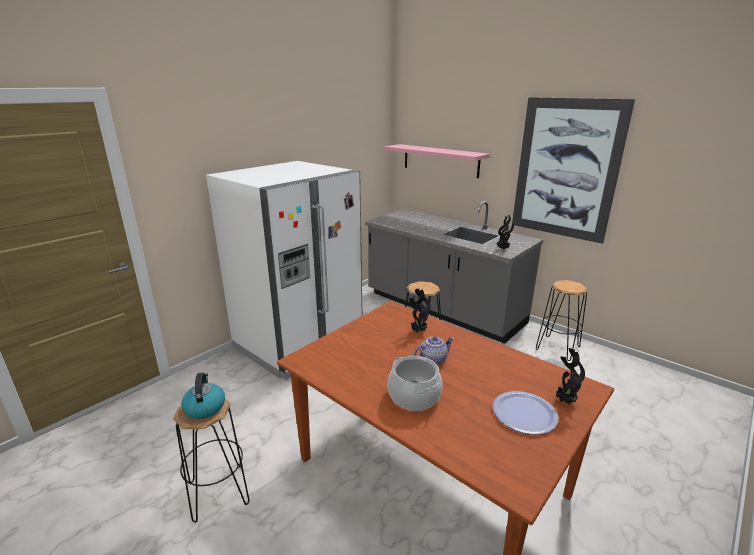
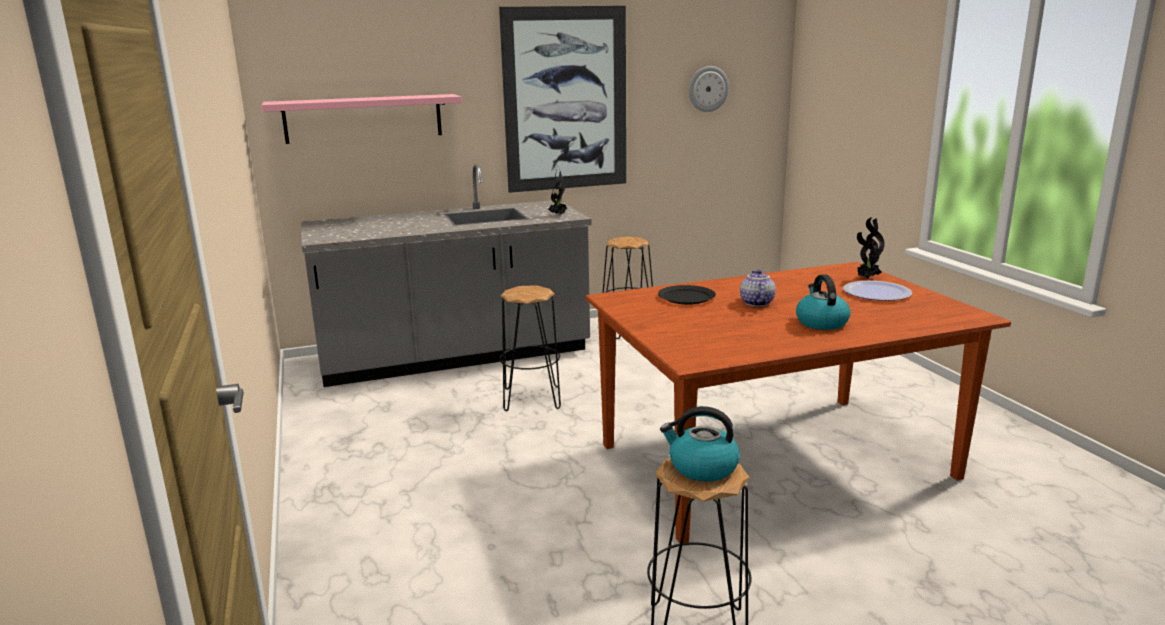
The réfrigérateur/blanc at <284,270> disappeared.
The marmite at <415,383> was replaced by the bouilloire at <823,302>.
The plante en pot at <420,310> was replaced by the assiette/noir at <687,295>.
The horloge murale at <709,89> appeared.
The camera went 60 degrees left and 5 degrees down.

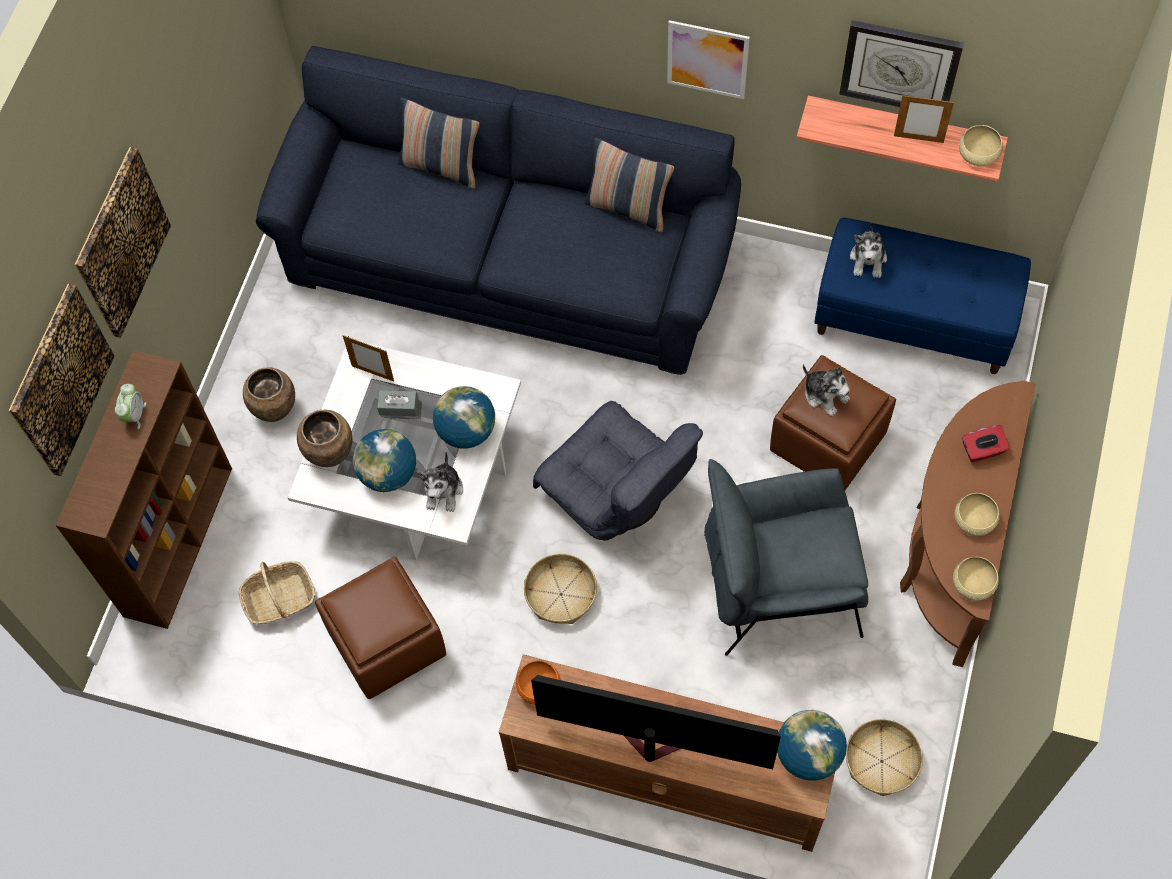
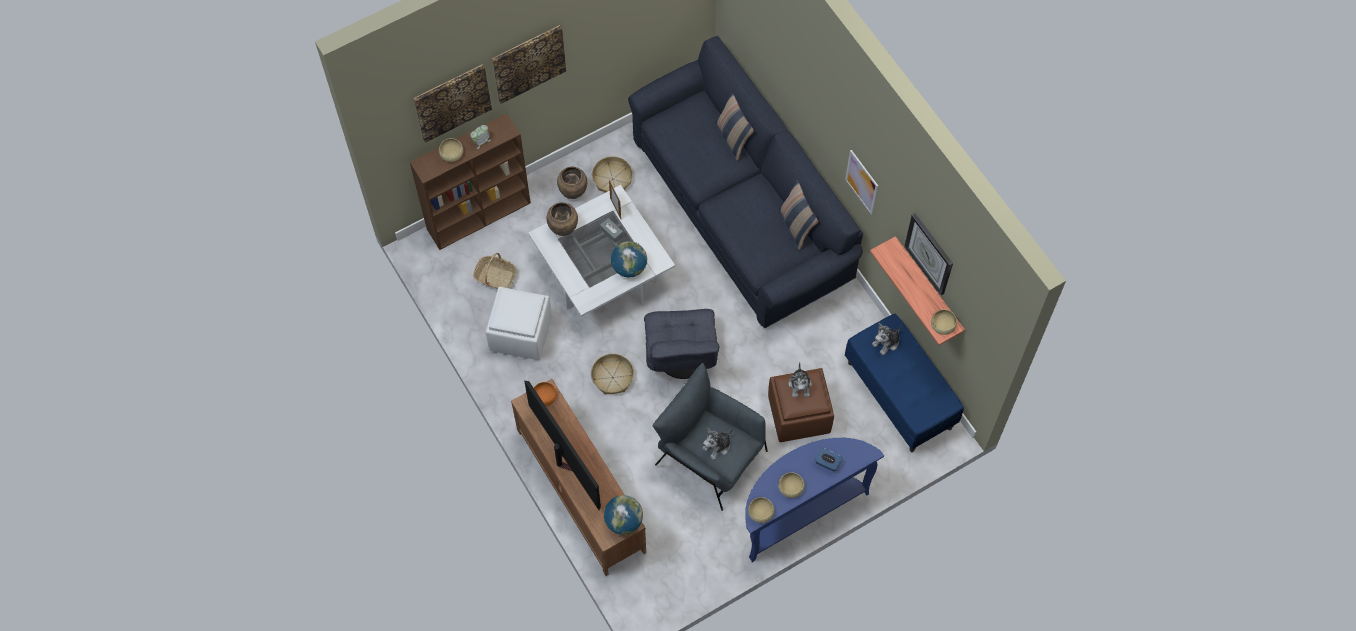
The pouf/marron at <380,628> became the pouf/blanc at <519,323>.
The globe at <384,460> disappeared.
The peluche moved from <440,482> to <717,444>.
The panier moved from <884,757> to <612,174>.
The cadre photo at <924,119> disappeared.
The table console/marron at <967,524> became the table console/bleu at <814,500>.
The boîte à mouchoirs/rouge at <985,443> became the boîte à mouchoirs/bleu at <828,459>.
The bol/beige at <451,150> appeared.
The camera went 40 degrees right and 0 degrees up.

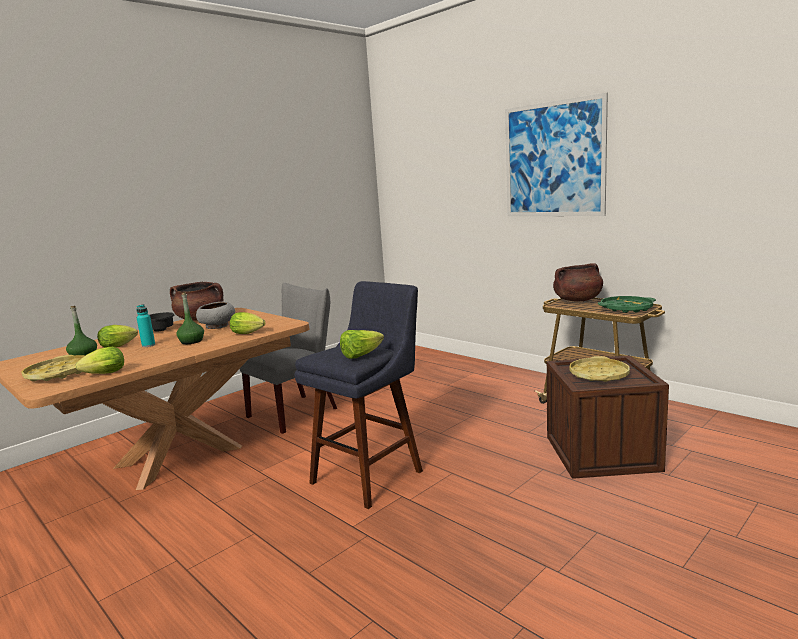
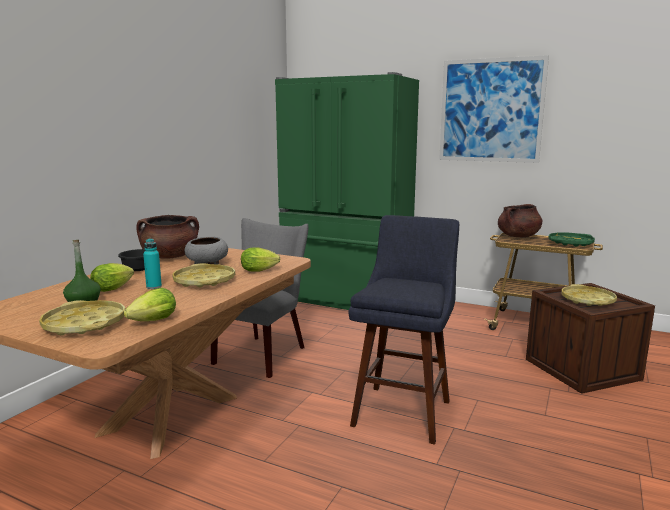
The bouteille/vert at <190,318> was replaced by the plateau/jaune at <203,275>.
The laitue at <362,344> disappeared.
The réfrigérateur/vert at <347,191> appeared.
The camera went 20 degrees left and 0 degrees up.

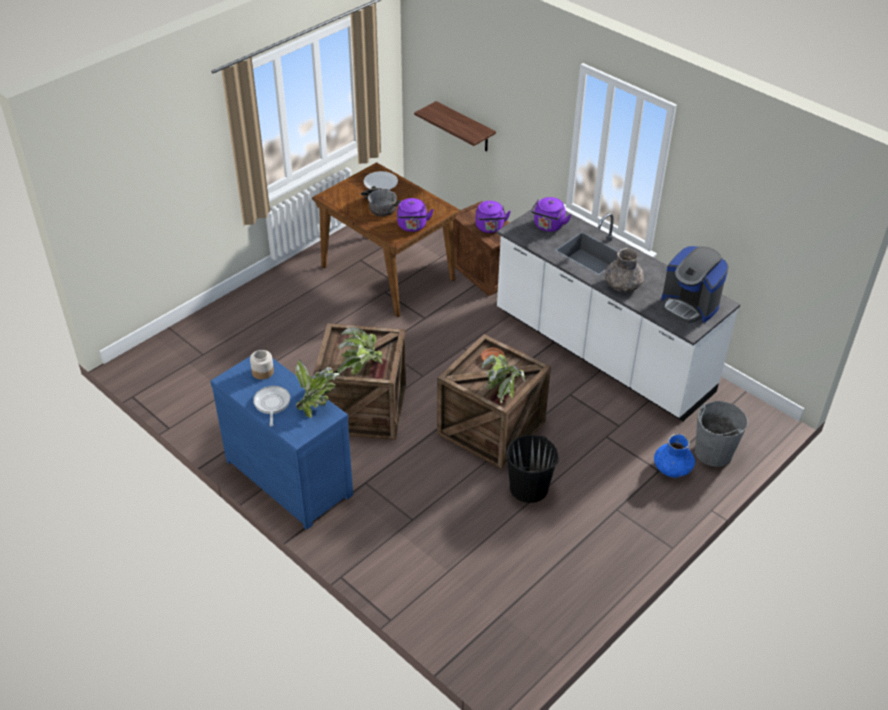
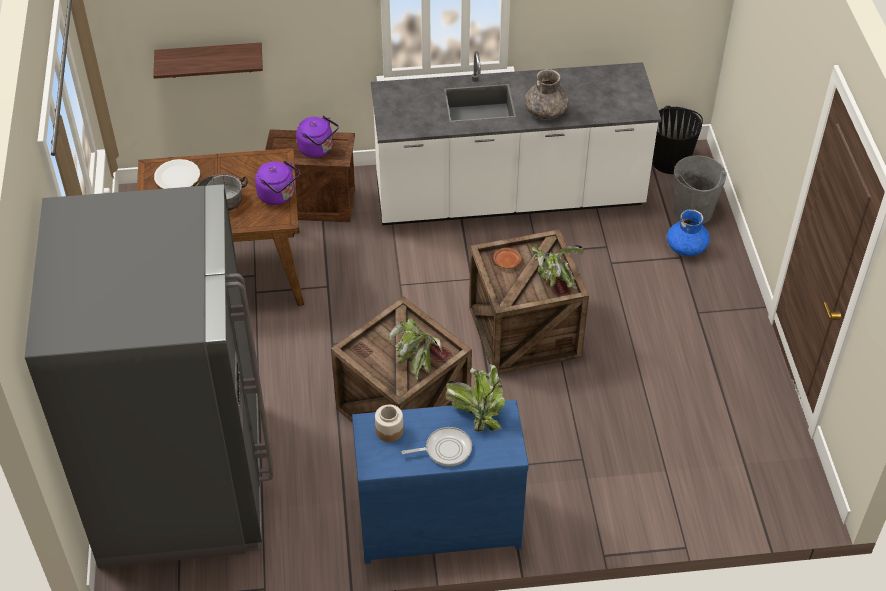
The poêle at <271,406> turned 135 degrees clockwise.
The seau/noir moved from <532,469> to <677,140>.
The bouilloire/violet at <551,214> disappeared.
The machine à café at <695,284> disappeared.
The réfrigérateur/gris at <149,376> appeared.
The camera went 50 degrees left and 5 degrees up.

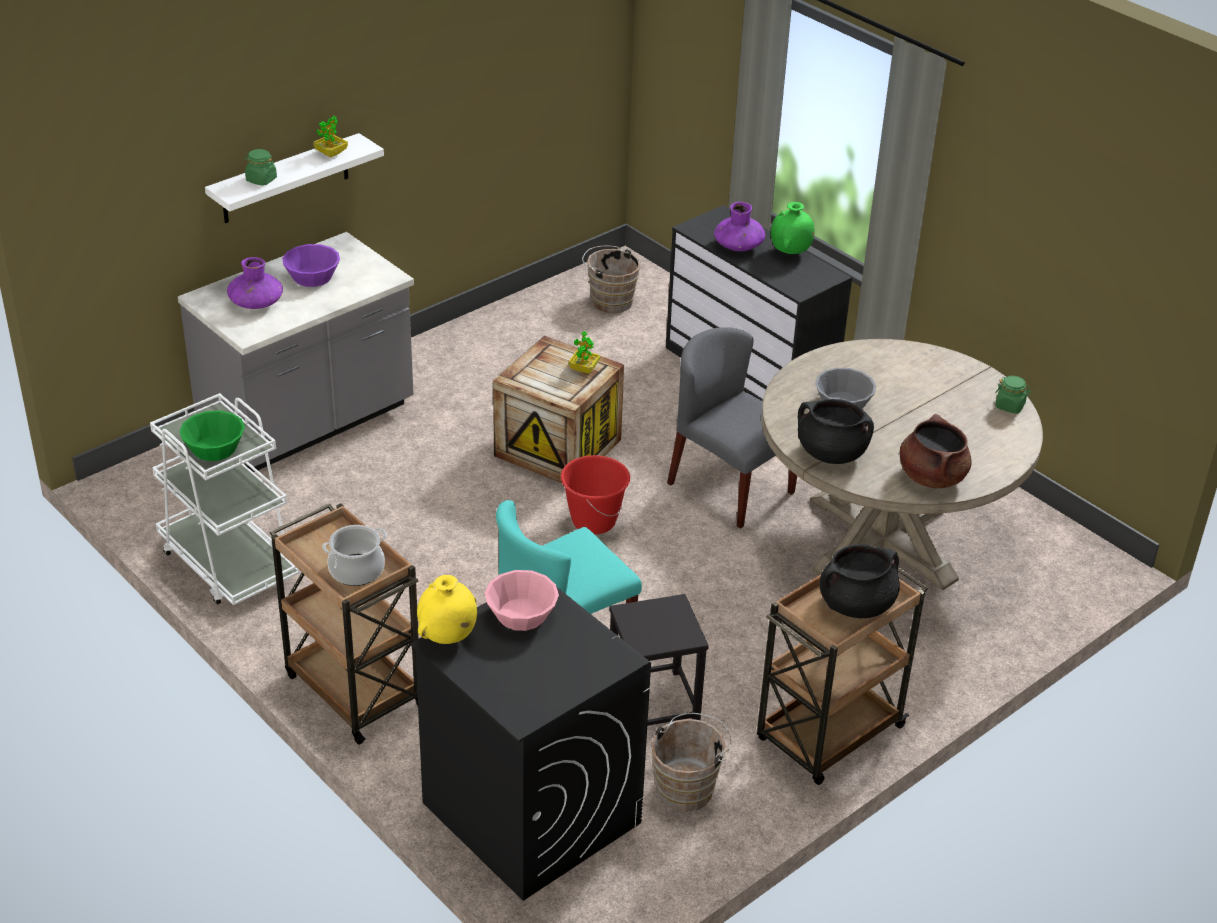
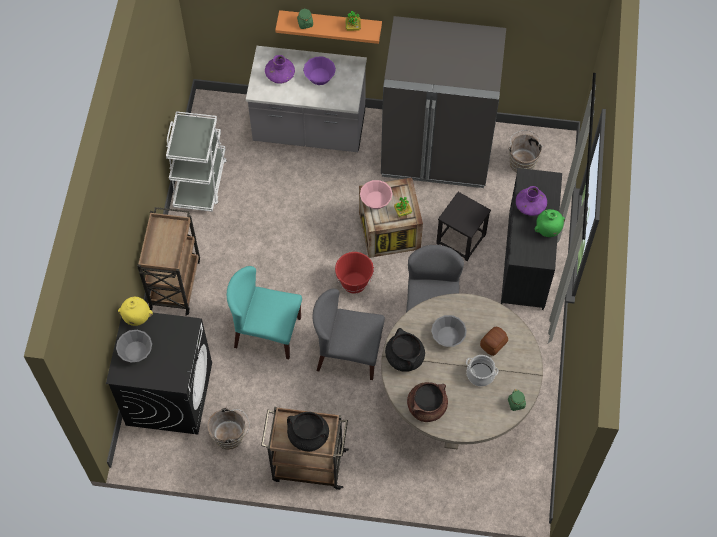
The bol/vert at <212,435> disappeared.
The étagère/blanc at <294,178> became the étagère/orange at <328,27>.
The marmite moved from <354,555> to <482,370>.
The bol/rose moved from <522,600> to <376,194>.
The tabouret/noir moved from <659,660> to <463,226>.
The bol/gris at <134,346> appeared.
The chaise/gris at <349,334> appeared.
The réfrigérateur/gris at <443,102> appeared.
The pain at <494,341> appeared.
The camera went 50 degrees right and 25 degrees up.

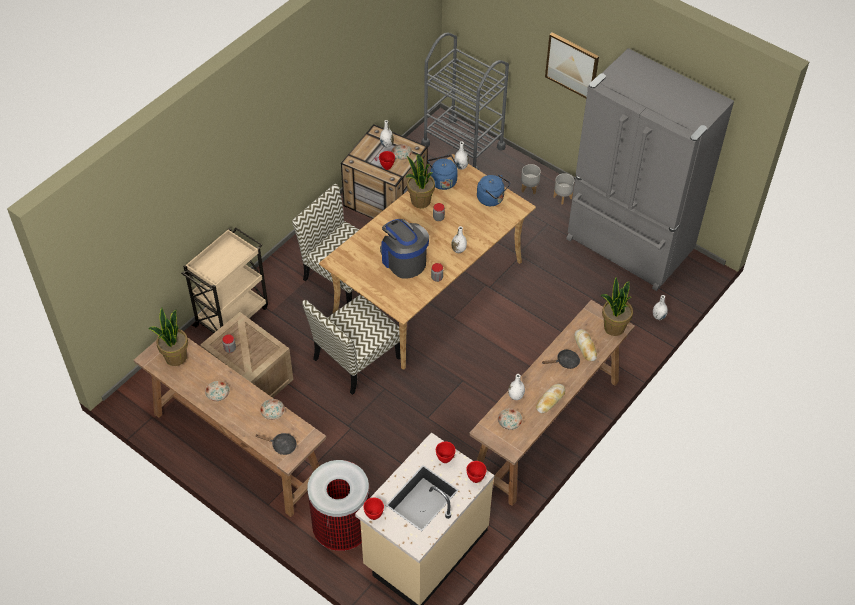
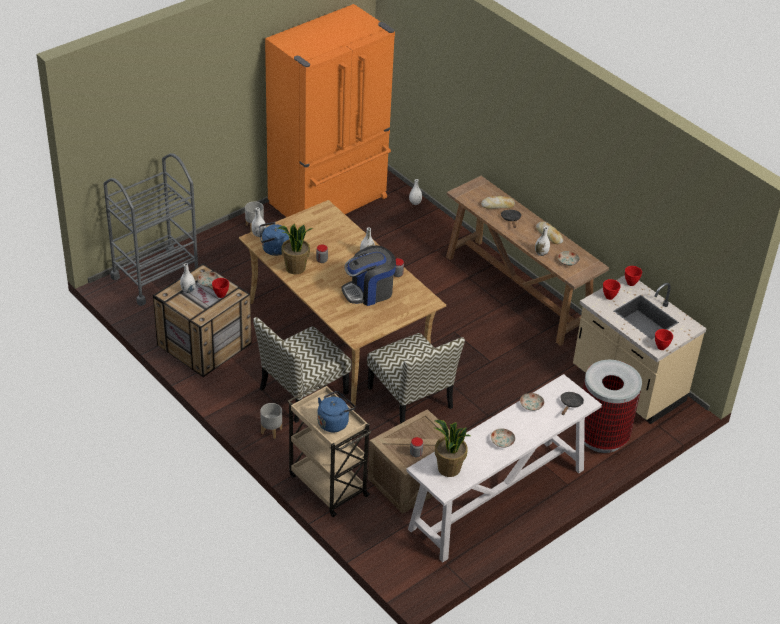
The table console/marron at <230,427> became the table console/blanc at <504,468>.
The bouilloire/bleu moved from <493,190> to <336,411>.
The cache-pot/gris moved from <531,179> to <271,421>.
The tableau at <572,65> disappeared.
The réfrigérateur/gris at <650,169> became the réfrigérateur/orange at <330,110>.
The plante en pot at <616,306> disappeared.
The camera went 80 degrees left and 10 degrees down.

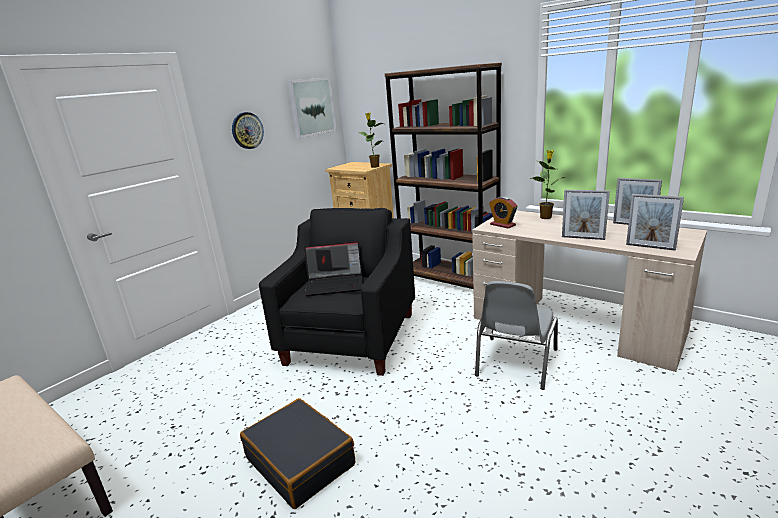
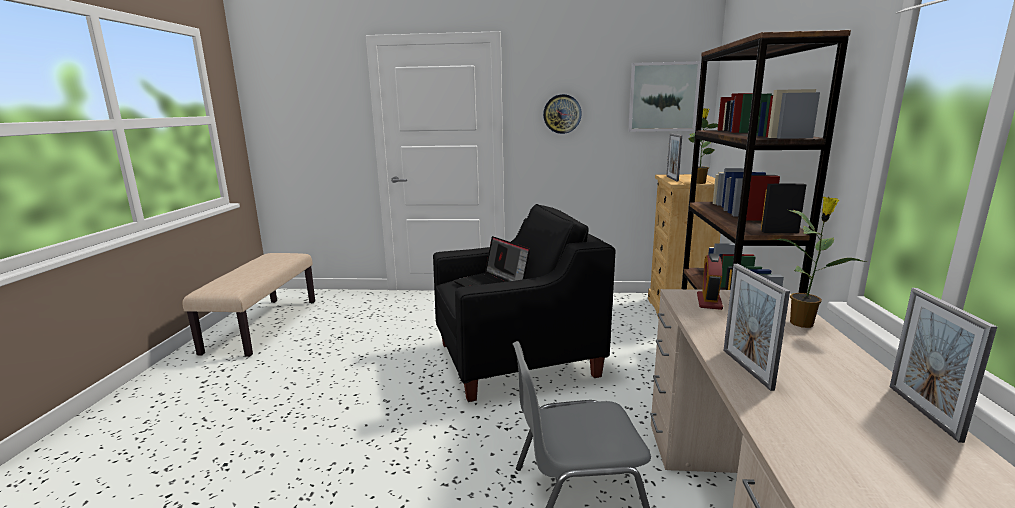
The valise/noir at <297,453> disappeared.
The cadre photo moved from <655,222> to <674,157>.
The camera went 55 degrees right and 5 degrees down.

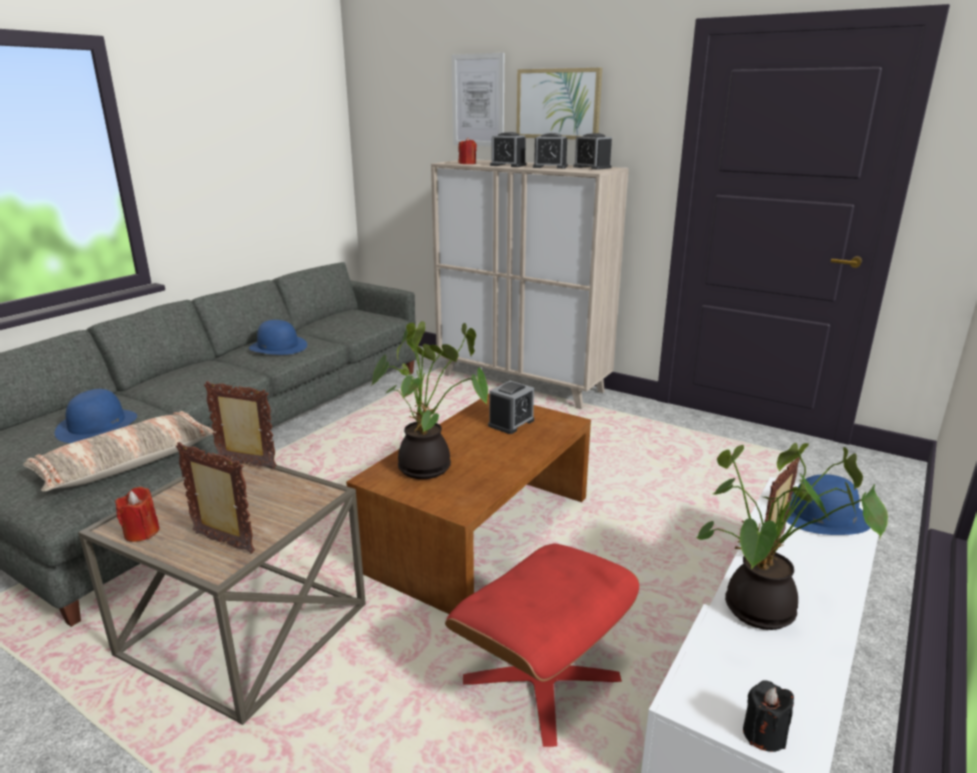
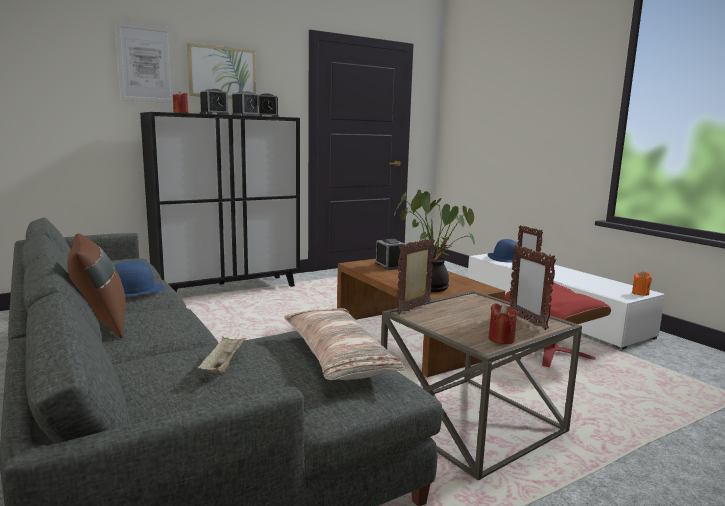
The chapeau/bleu at <96,416> was replaced by the plateau/beige at <222,354>.
The cadre photo at <215,498> turned 75 degrees counterclockwise.
The meuble de rangement/beige at <530,284> became the meuble de rangement/noir at <220,202>.
The plante en pot at <792,536> disappeared.
The bougie/noir at <768,716> became the bougie/orange at <642,284>.
The coussin/marron at <96,285> appeared.
The camera went 65 degrees left and 10 degrees down.

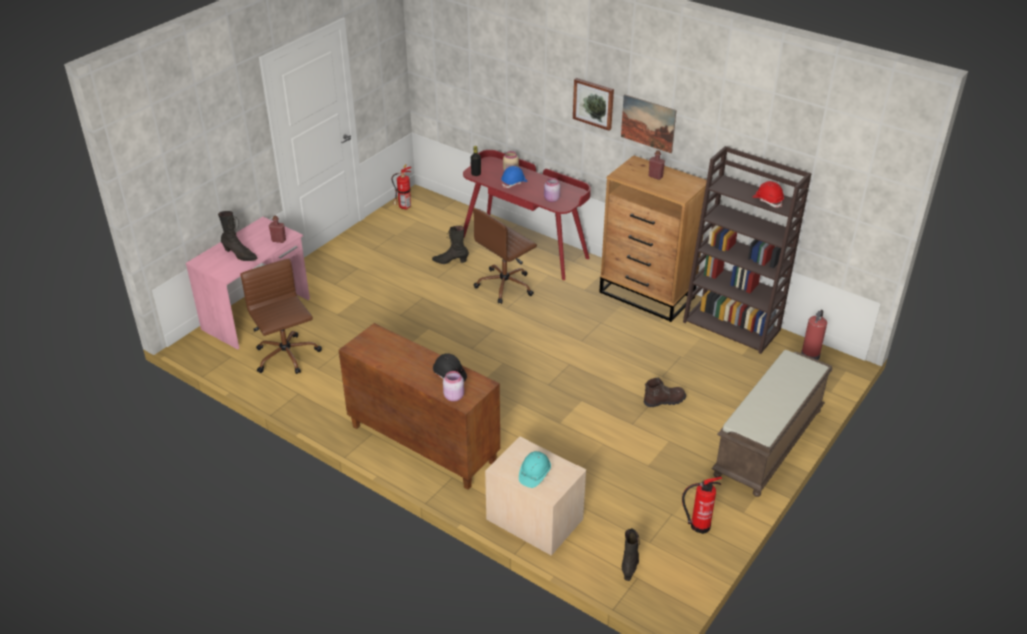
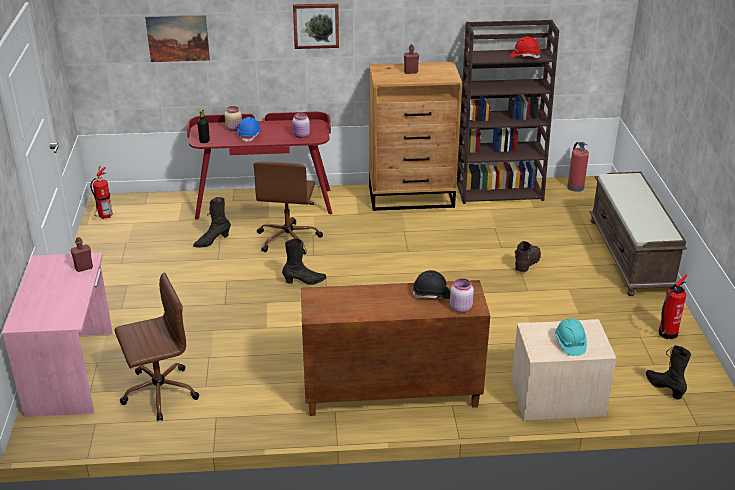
The botte/noir moved from <237,236> to <304,261>.
The chaise de bureau/marron at <281,316> turned 135 degrees clockwise.
The tableau moved from <648,123> to <177,38>.
The camera went 40 degrees left and 5 degrees down.

